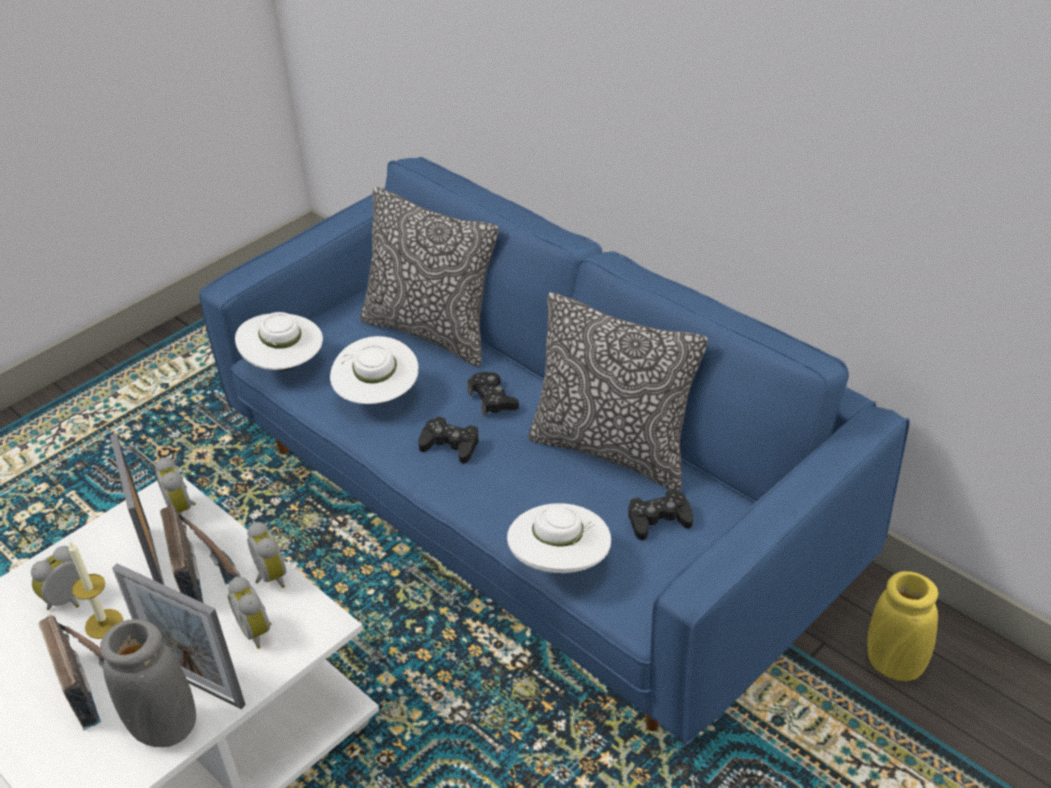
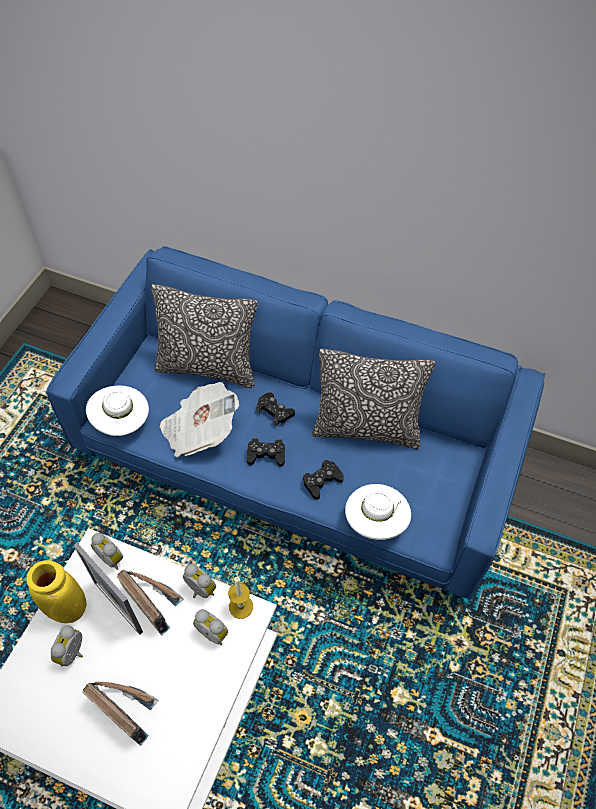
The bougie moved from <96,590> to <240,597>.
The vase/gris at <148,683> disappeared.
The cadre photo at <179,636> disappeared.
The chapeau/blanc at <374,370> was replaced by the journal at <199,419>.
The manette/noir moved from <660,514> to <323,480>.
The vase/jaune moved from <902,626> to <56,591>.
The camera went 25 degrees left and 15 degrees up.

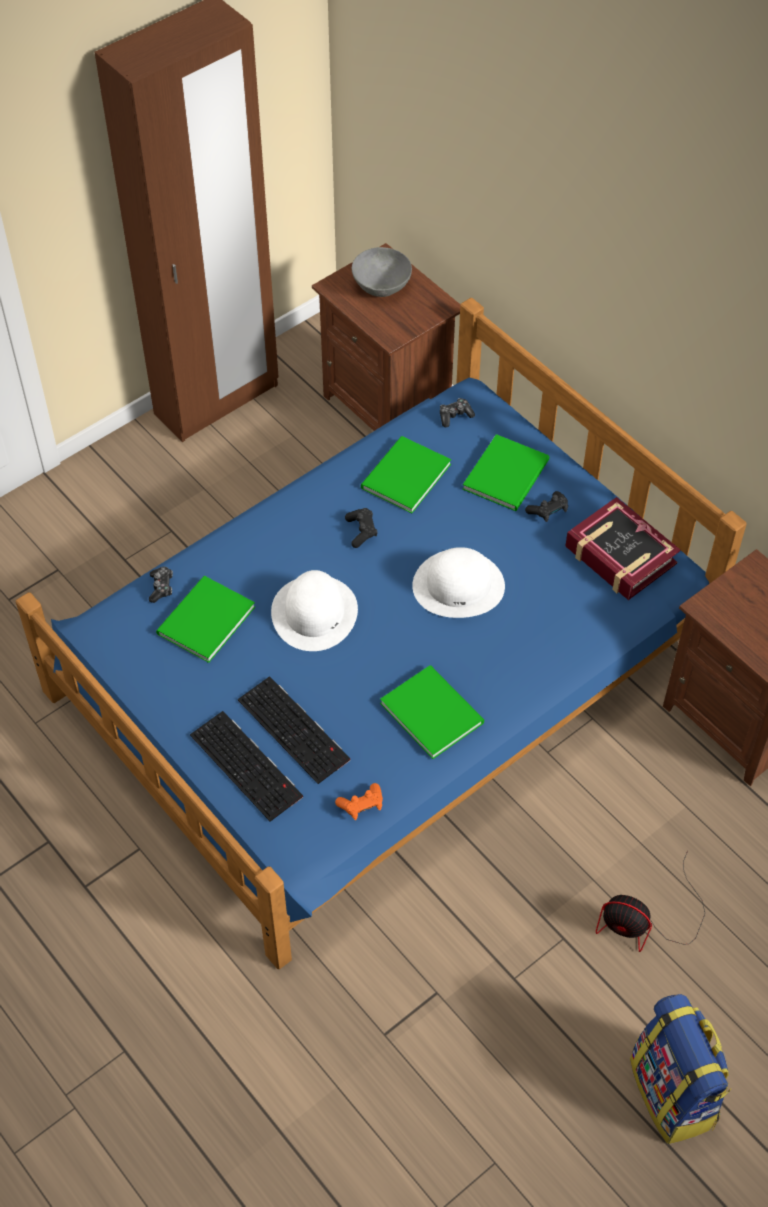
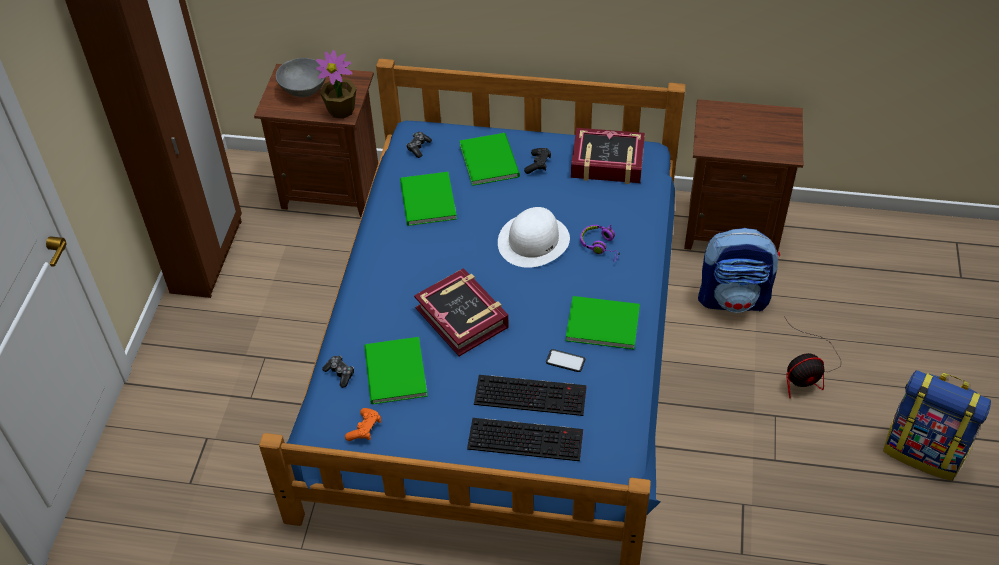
The chapeau/blanc at <314,610> was replaced by the livre at <461,312>.
The manette/orange moved from <359,801> to <363,424>.
The manette/noir at <361,528> disappeared.
The plante en pot at <336,84> appeared.
The téléphone at <565,360> appeared.
The casque audio/violet at <600,243> appeared.
The sac à dos at <739,270> appeared.
The camera went 40 degrees left and 5 degrees down.

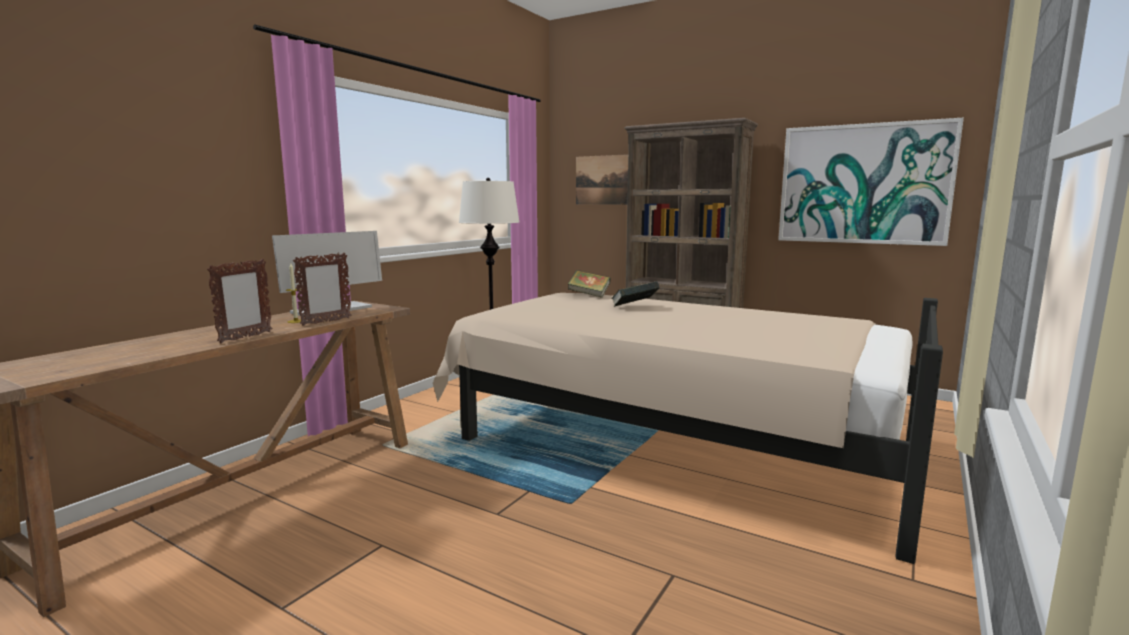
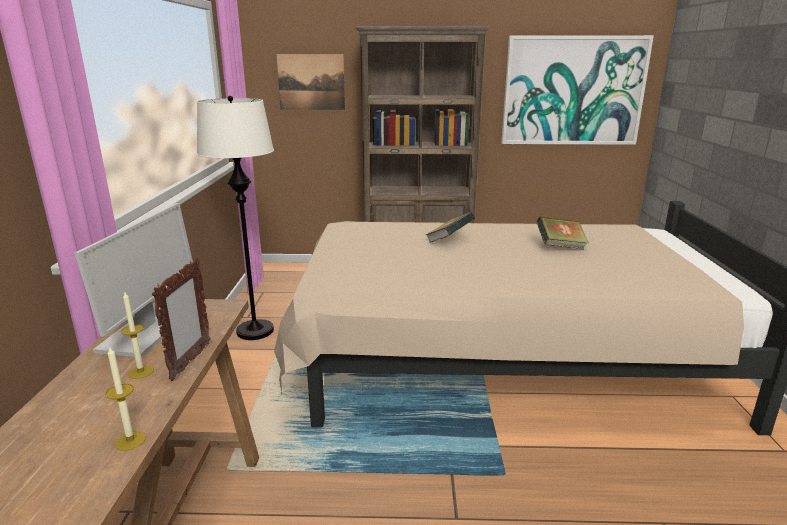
The cadre photo at <239,301> was replaced by the bougie at <125,398>.
The livre moved from <589,284> to <563,233>.
The camera went 30 degrees left and 10 degrees up.

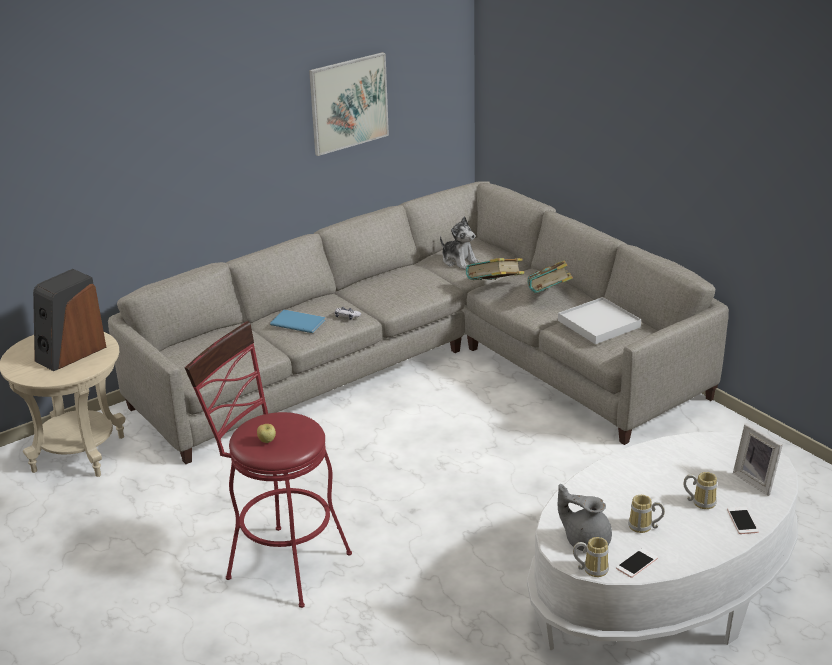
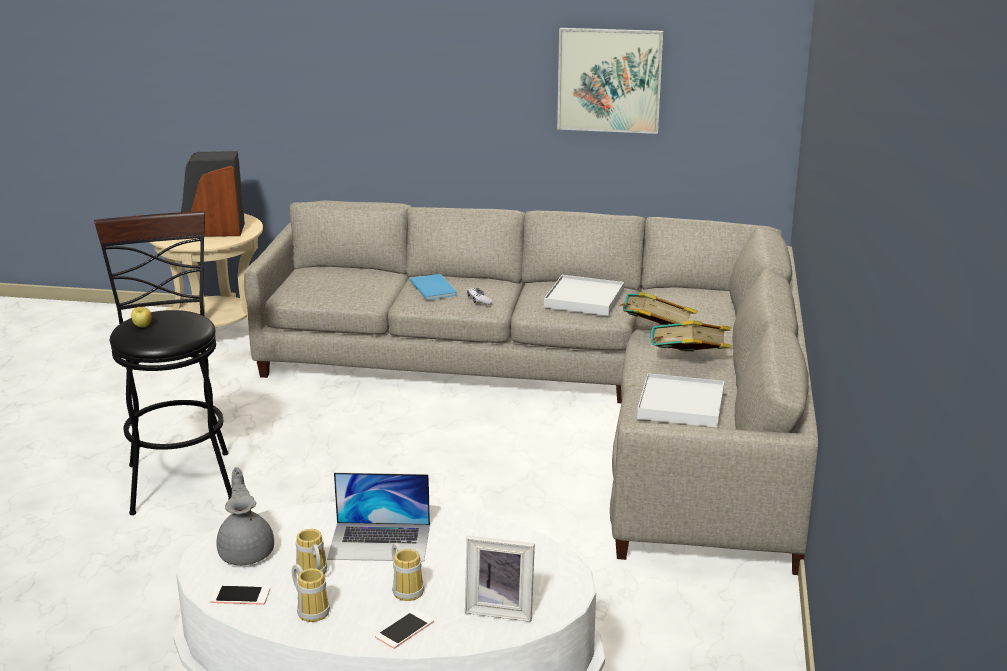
The tabouret/rouge at <268,464> became the tabouret/noir at <163,363>.
The peluche at <459,243> disappeared.
The mug moved from <591,557> to <311,593>.
The cadre photo at <758,459> turned 90 degrees counterclockwise.
The ordinateur portable at <378,517> appeared.
The plateau/blanc at <584,295> appeared.
The camera went 45 degrees right and 5 degrees down.

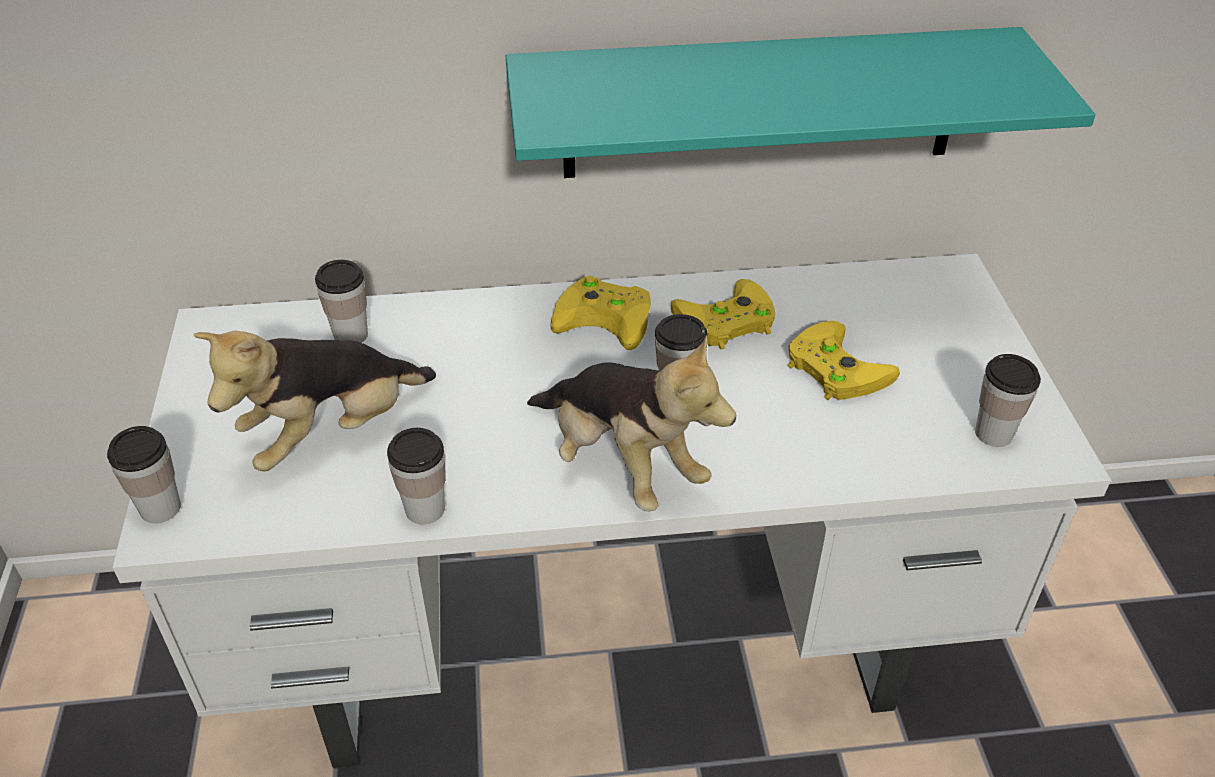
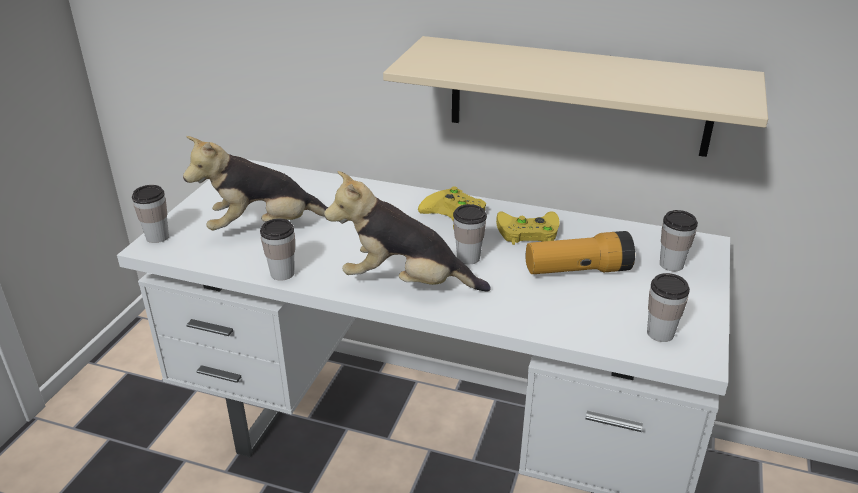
The tasse moved from <341,301> to <679,240>.
The étagère/turquoise at <801,102> became the étagère/beige at <575,96>.
The peluche at <631,423> turned 120 degrees clockwise.
The manette/jaune at <844,360> was replaced by the lampe de poche at <580,252>.
The camera went 25 degrees right and 10 degrees down.

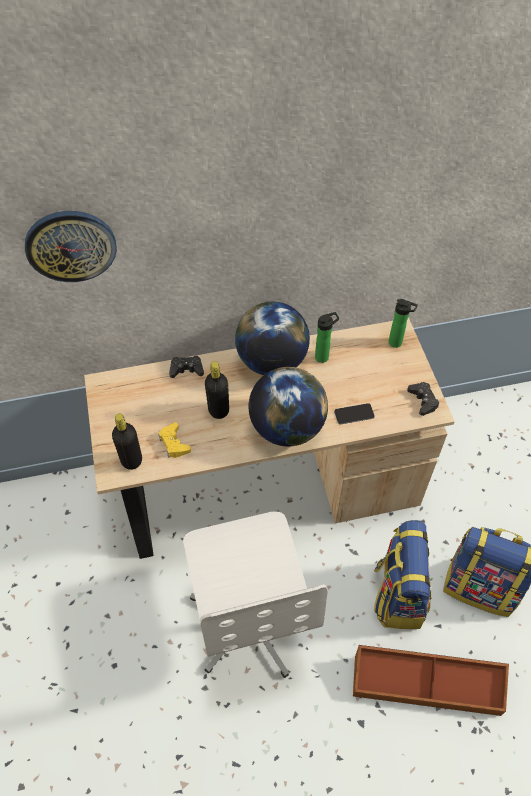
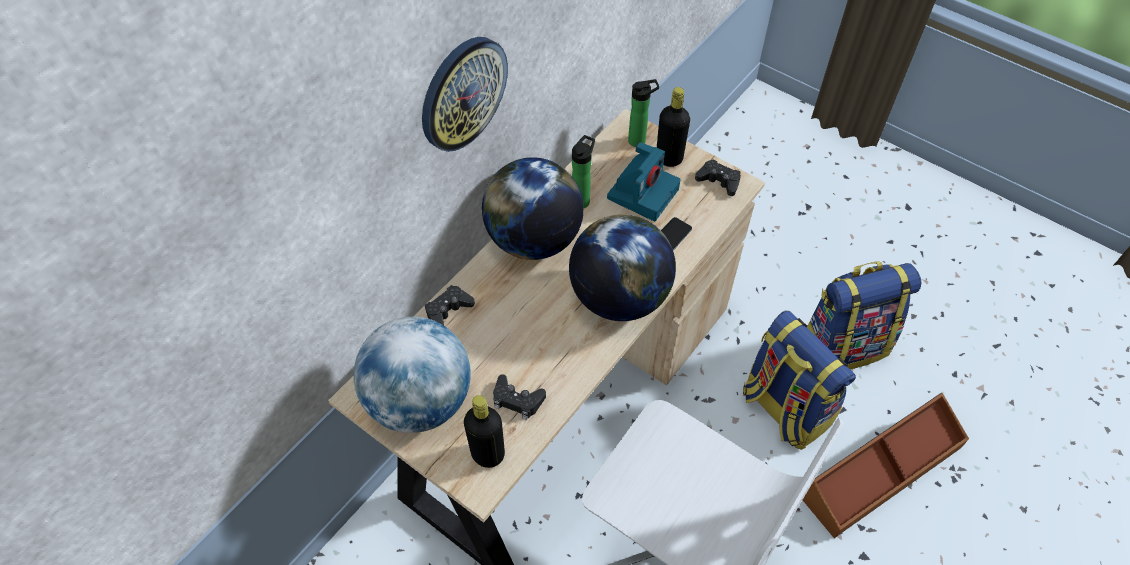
The horloge murale moved from <71,246> to <465,94>.
The manette/jaune at <174,440> became the manette/noir at <519,397>.
The bouteille/noir moved from <217,390> to <673,127>.
The globe at <412,375> appeared.
The appareil photo at <644,181> appeared.
The camera went 40 degrees left and 0 degrees up.

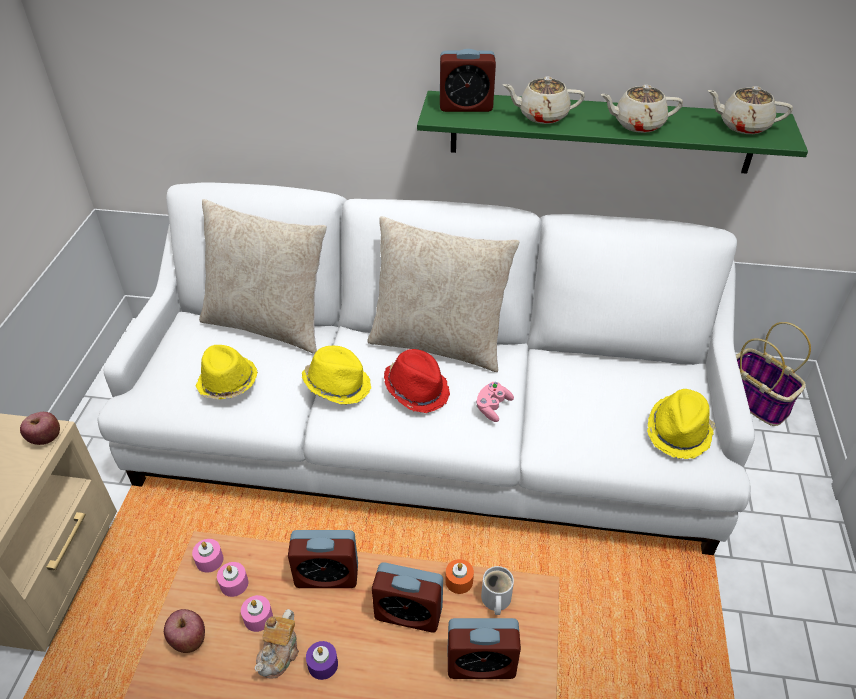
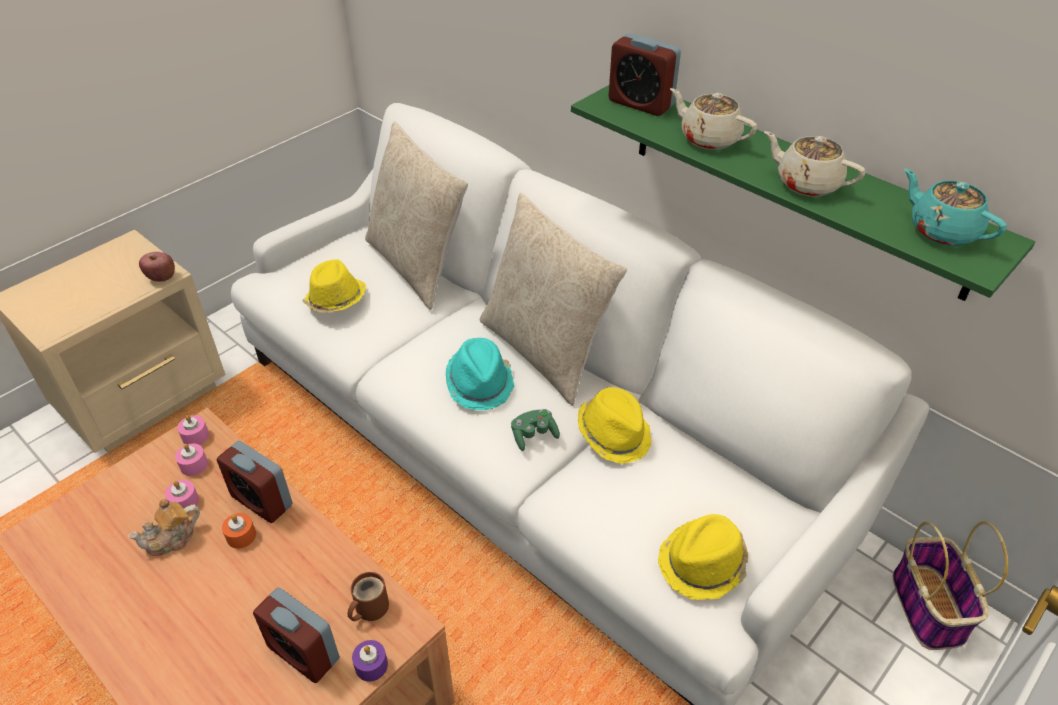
The pomme at <184,631> disappeared.
The chapeau/jaune moved from <336,375> to <614,425>.
The bougie/violet moved from <322,660> to <370,661>.
The réveil at <407,597> disappeared.
The chapeau/rouge at <417,381> became the chapeau/turquoise at <480,374>.
The bougie/orange moved from <459,576> to <239,531>.
The manette/rose at <495,402> became the manette/vert at <535,430>.
The mug/blanc at <497,590> became the mug/marron at <368,596>.
The théière/beige at <750,110> became the théière/turquoise at <955,207>.
The camera went 35 degrees right and 0 degrees up.

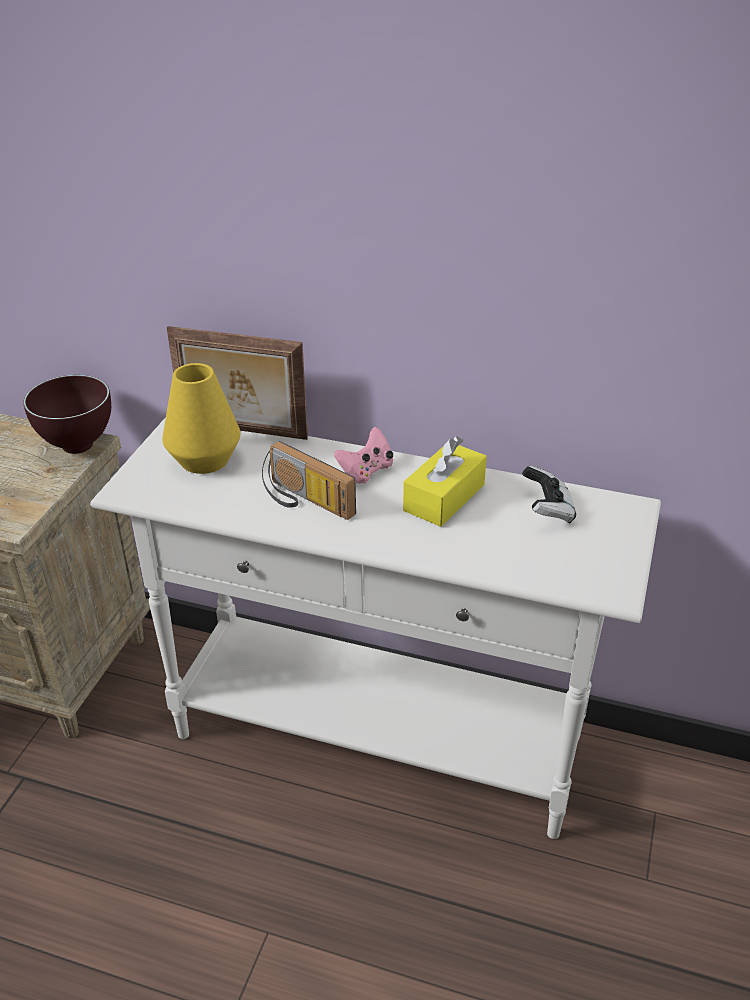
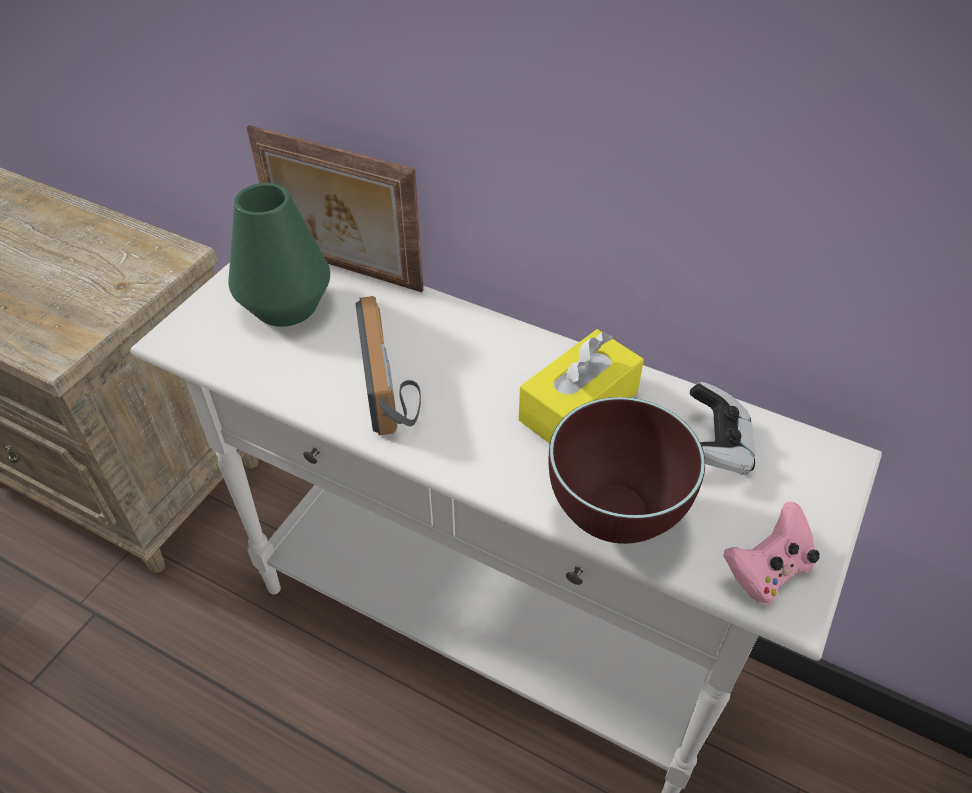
The bol/marron moved from <67,414> to <626,470>.
The vase/jaune at <201,418> became the vase/vert at <279,255>.
The radio at <309,480> turned 150 degrees counterclockwise.
The manette/rose moved from <363,455> to <772,553>.
The camera went 10 degrees right and 10 degrees up.

